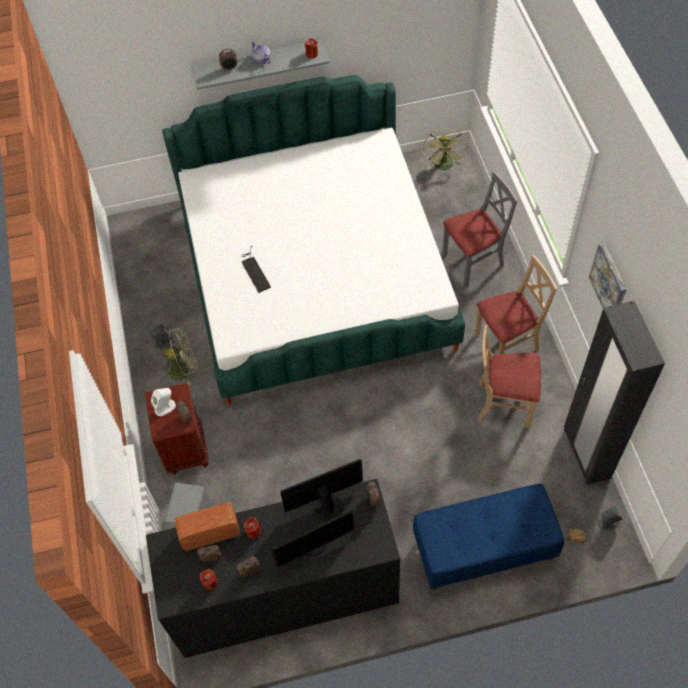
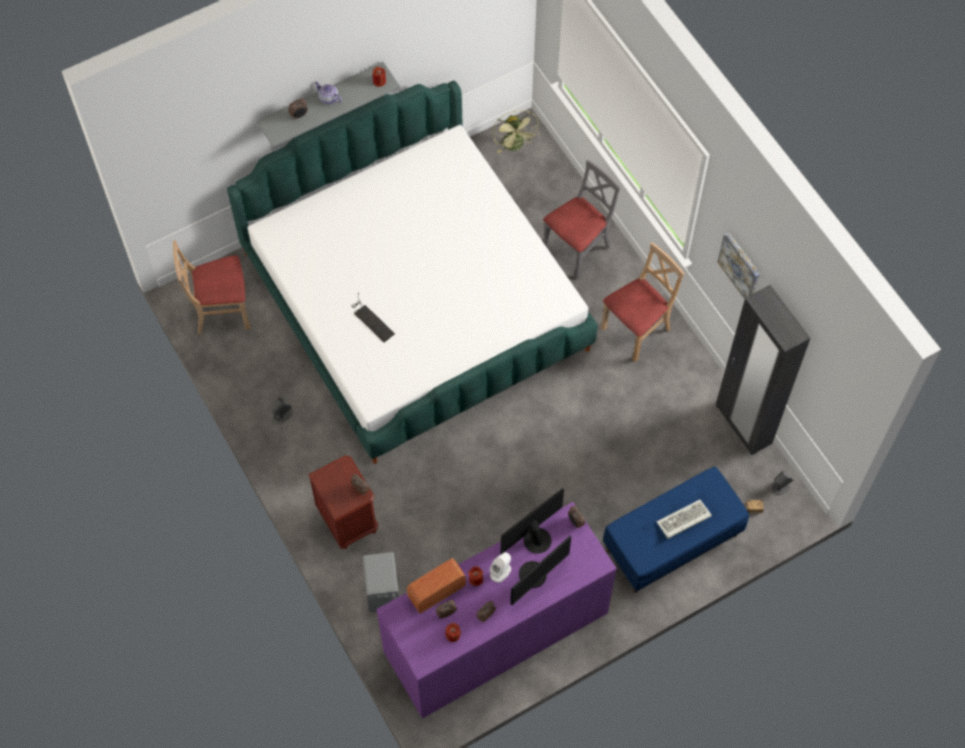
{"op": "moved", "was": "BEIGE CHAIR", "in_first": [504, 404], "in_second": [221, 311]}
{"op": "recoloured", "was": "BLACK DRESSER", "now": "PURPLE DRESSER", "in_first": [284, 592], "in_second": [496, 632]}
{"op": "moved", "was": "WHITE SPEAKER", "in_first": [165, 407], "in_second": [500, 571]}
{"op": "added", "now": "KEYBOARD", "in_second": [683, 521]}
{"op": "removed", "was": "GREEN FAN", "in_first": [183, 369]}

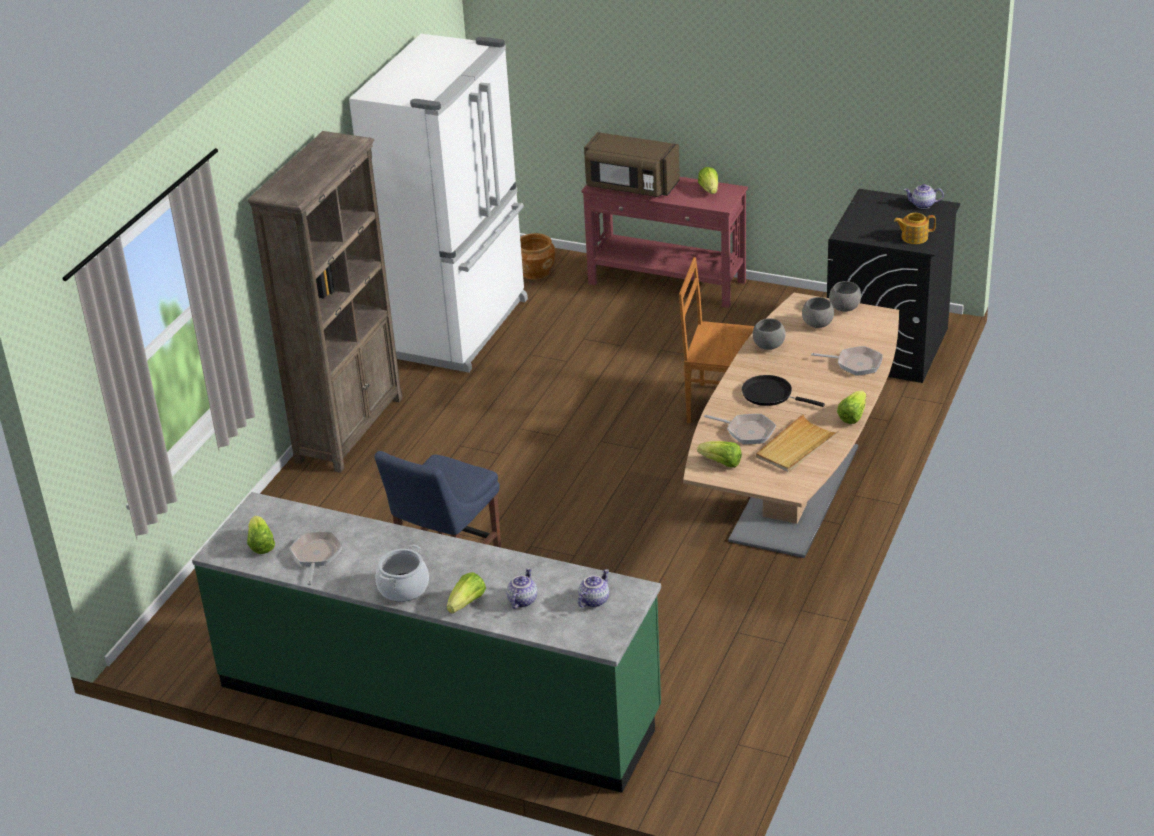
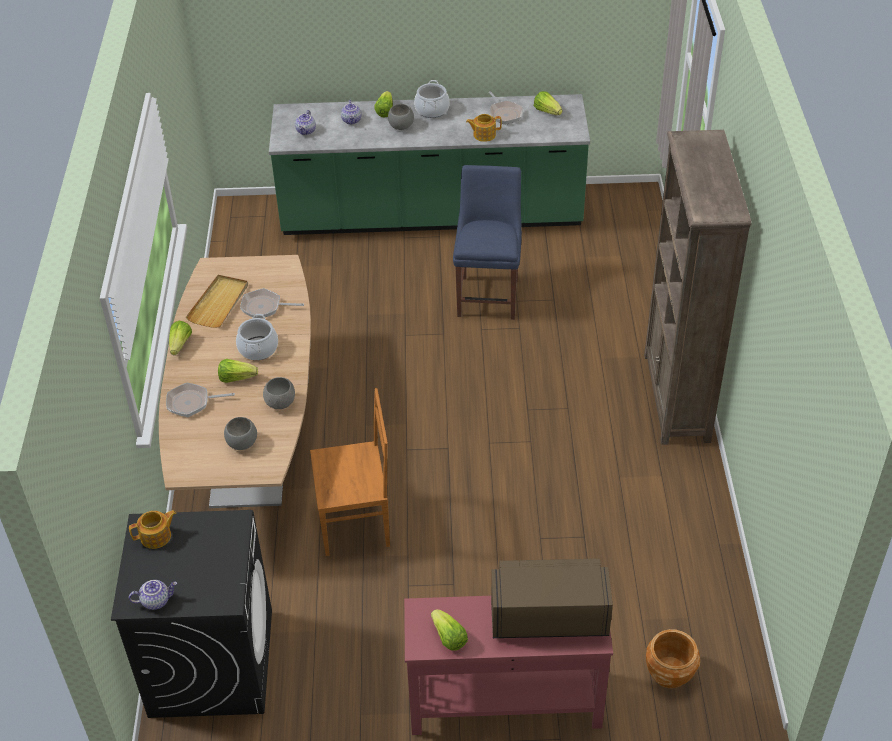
{"op": "moved", "was": "LETTUCE", "in_first": [721, 463], "in_second": [236, 378]}
{"op": "replaced", "was": "BLACK FRYING PAN", "now": "COOKING POT", "in_first": [770, 395], "in_second": [258, 348]}
{"op": "moved", "was": "GREY BOWL", "in_first": [845, 308], "in_second": [400, 126]}
{"op": "added", "now": "TEAPOT", "in_second": [483, 135]}
{"op": "removed", "was": "WHITE FRIDGE", "in_first": [460, 327]}

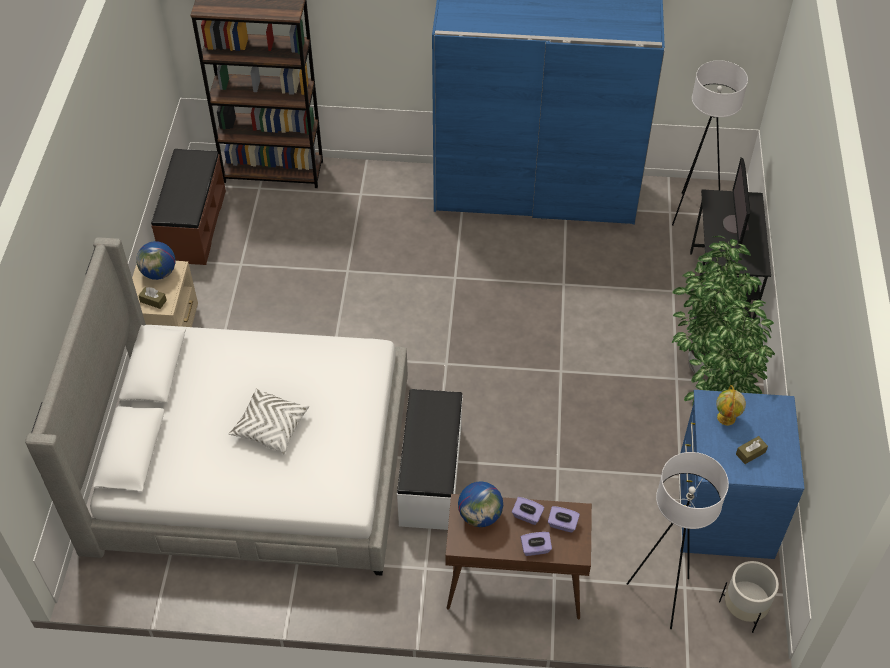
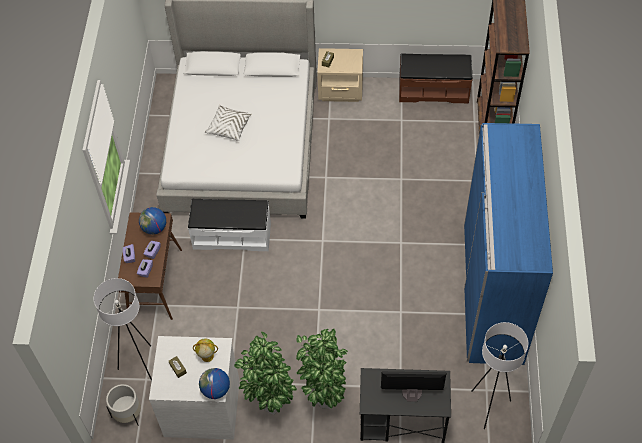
{"op": "recoloured", "was": "BLUE DRESSER", "now": "WHITE DRESSER", "in_first": [722, 510], "in_second": [202, 406]}
{"op": "moved", "was": "GLOBE", "in_first": [159, 273], "in_second": [215, 390]}

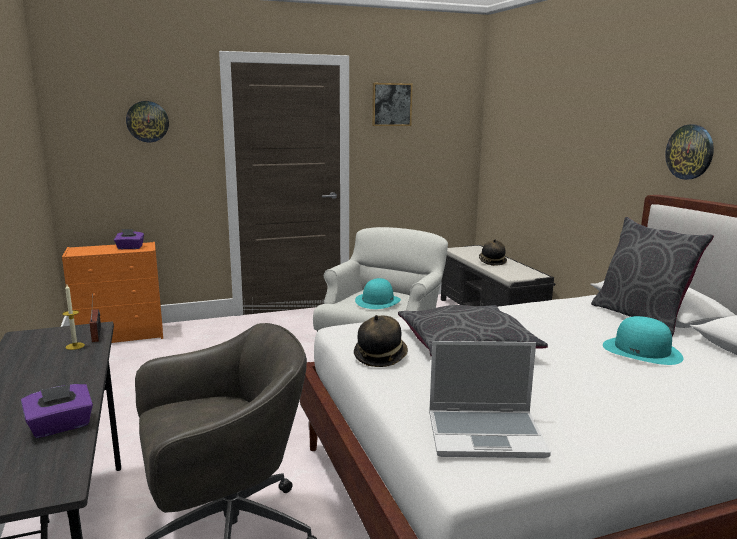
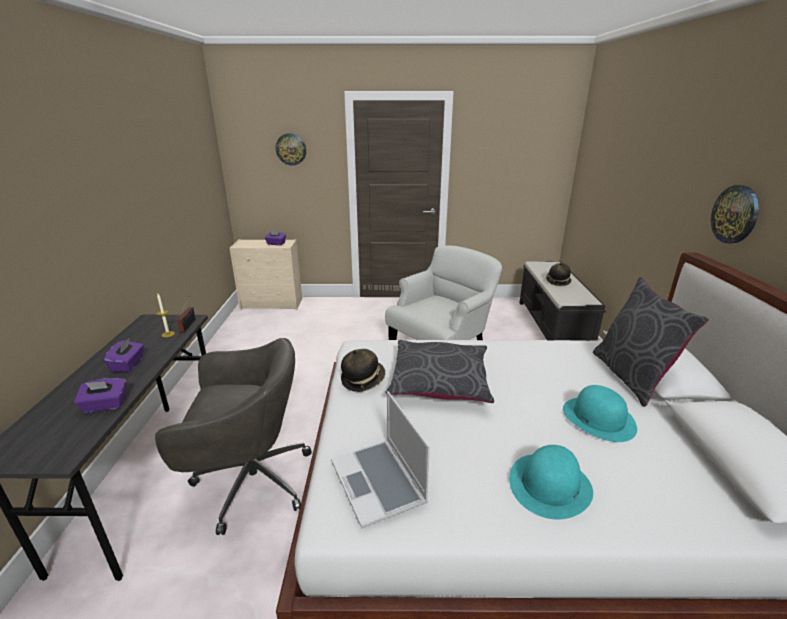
{"op": "added", "now": "PURPLE TISSUE BOX", "in_second": [128, 364]}
{"op": "recoloured", "was": "ORANGE DRESSER", "now": "BEIGE DRESSER", "in_first": [121, 336], "in_second": [272, 304]}
{"op": "turned", "was": "LAPTOP", "in_first": [486, 434], "in_second": [379, 483], "clockwise": 45}
{"op": "moved", "was": "TURQUOISE HAT", "in_first": [378, 301], "in_second": [549, 484]}
{"op": "removed", "was": "PICTURE", "in_first": [391, 104]}

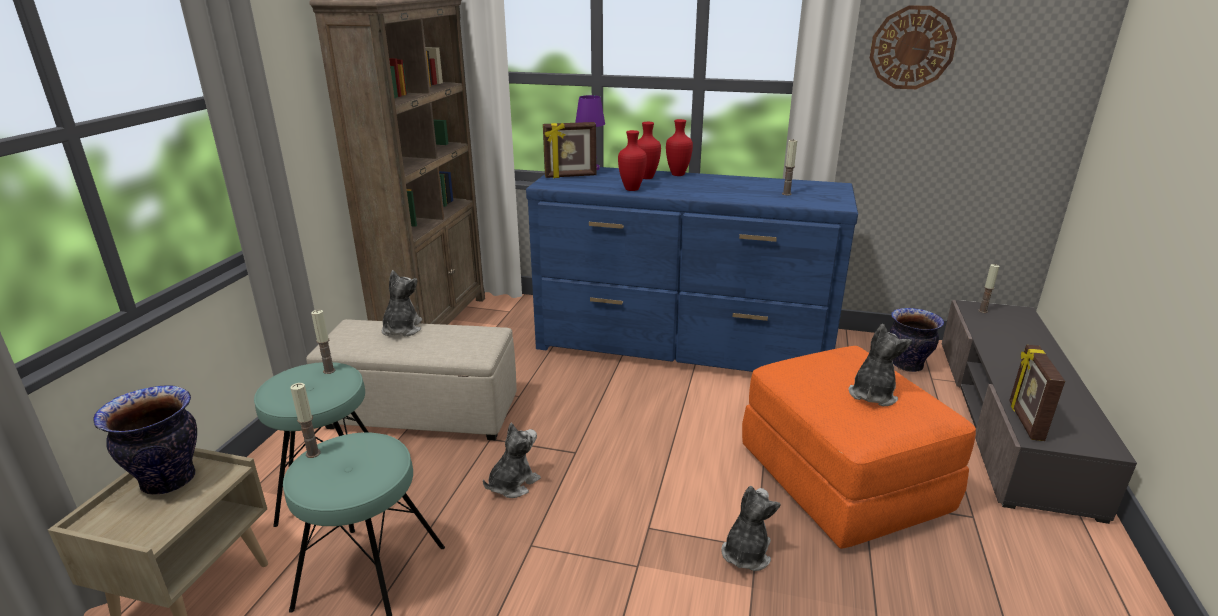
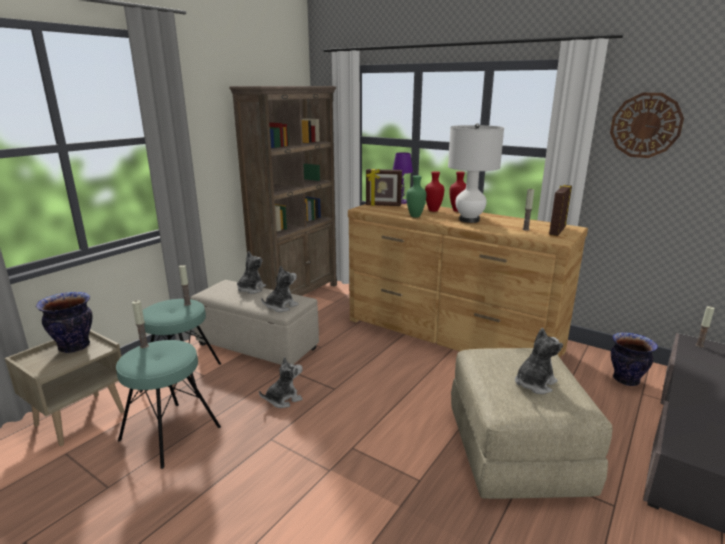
{"op": "moved", "was": "PLUSH TOY", "in_first": [746, 553], "in_second": [281, 306]}
{"op": "recoloured", "was": "BLUE DRESSER", "now": "BROWN DRESSER", "in_first": [683, 346], "in_second": [450, 335]}
{"op": "recoloured", "was": "RED VASE", "now": "GREEN VASE", "in_first": [631, 189], "in_second": [415, 216]}
{"op": "added", "now": "WHITE TABLE LAMP", "in_second": [469, 220]}
{"op": "recoloured", "was": "ORANGE OTTOMAN", "now": "BEIGE OTTOMAN", "in_first": [840, 479], "in_second": [515, 450]}
{"op": "moved", "was": "PICTURE FRAME", "in_first": [1024, 421], "in_second": [556, 231]}

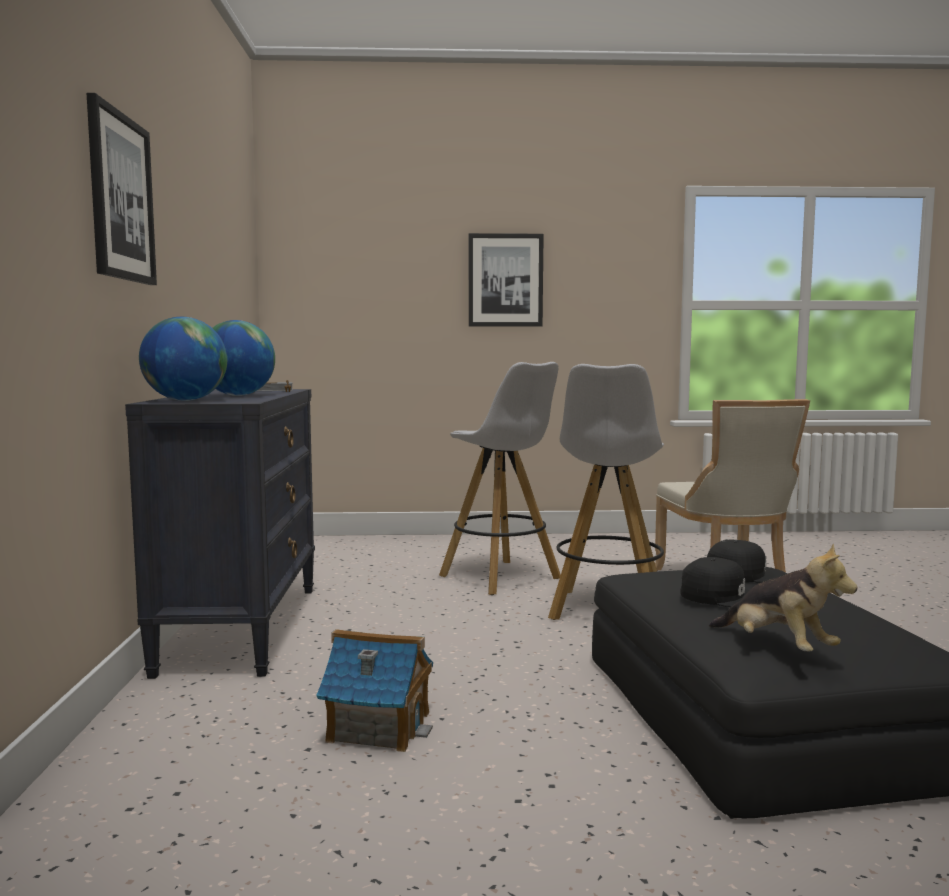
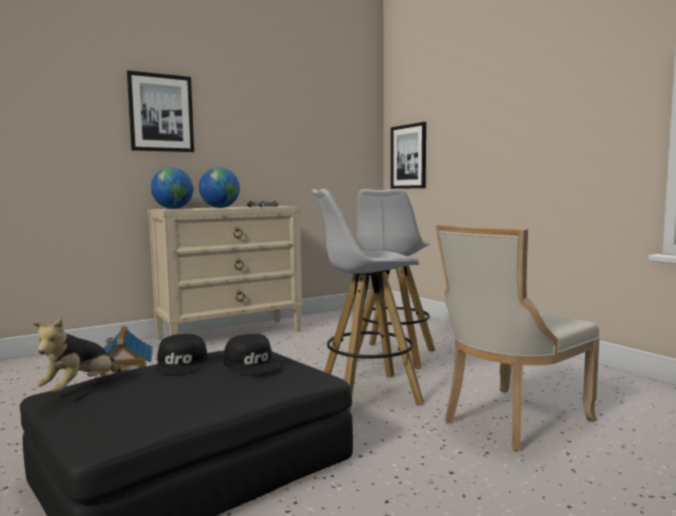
{"op": "recoloured", "was": "BLACK DRESSER", "now": "BEIGE DRESSER", "in_first": [241, 627], "in_second": [231, 334]}
{"op": "moved", "was": "PICTURE", "in_first": [505, 280], "in_second": [408, 156]}

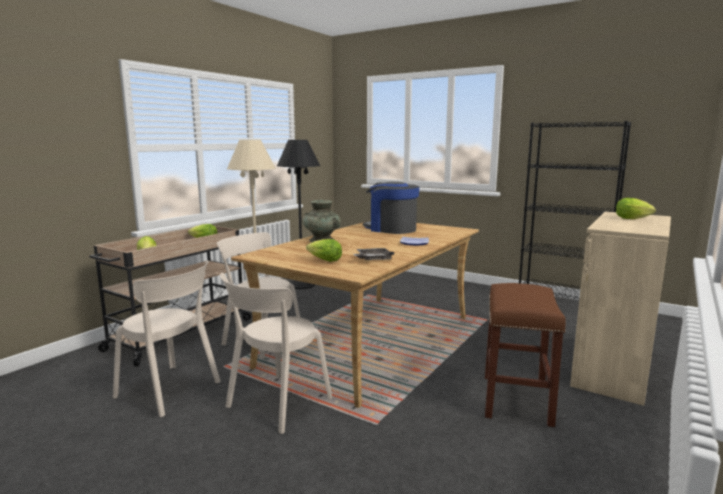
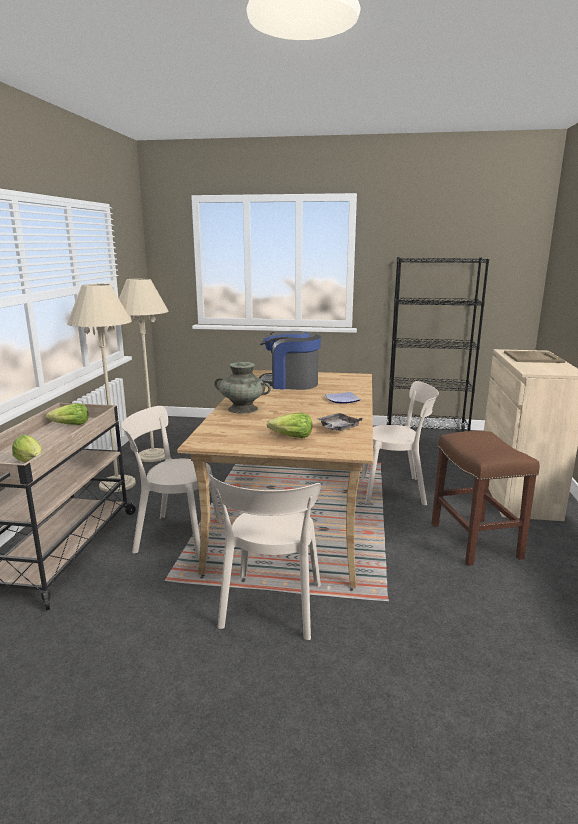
{"op": "recoloured", "was": "BLACK FLOOR LAMP", "now": "BEIGE FLOOR LAMP", "in_first": [302, 285], "in_second": [153, 455]}
{"op": "moved", "was": "BEIGE CHAIR", "in_first": [171, 391], "in_second": [396, 490]}
{"op": "replaced", "was": "LETTUCE", "now": "BEIGE TRAY", "in_first": [634, 219], "in_second": [532, 357]}

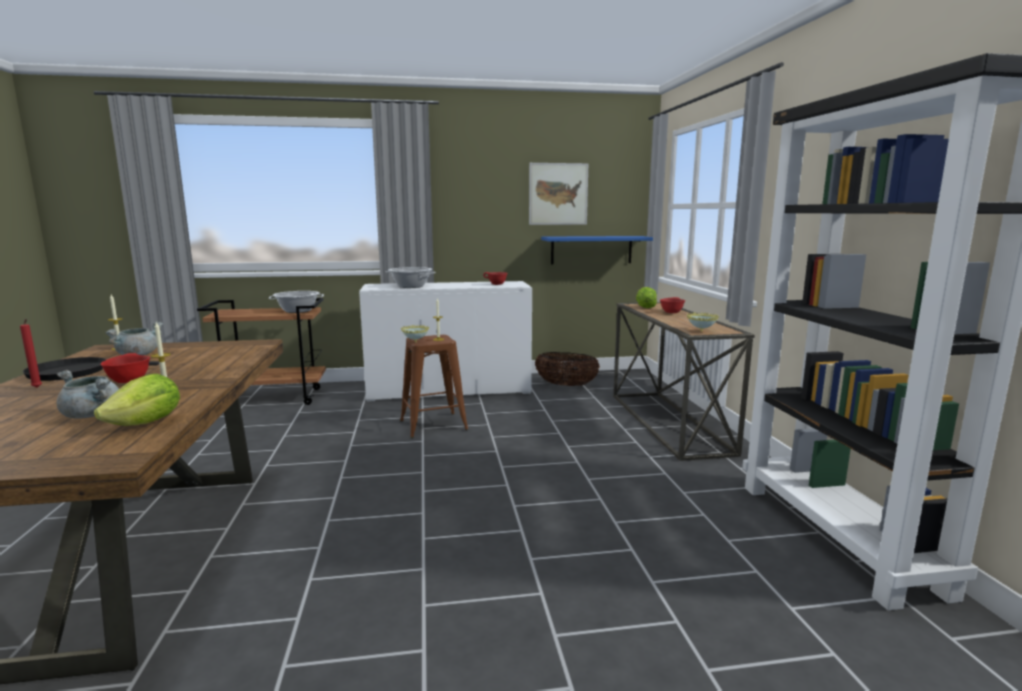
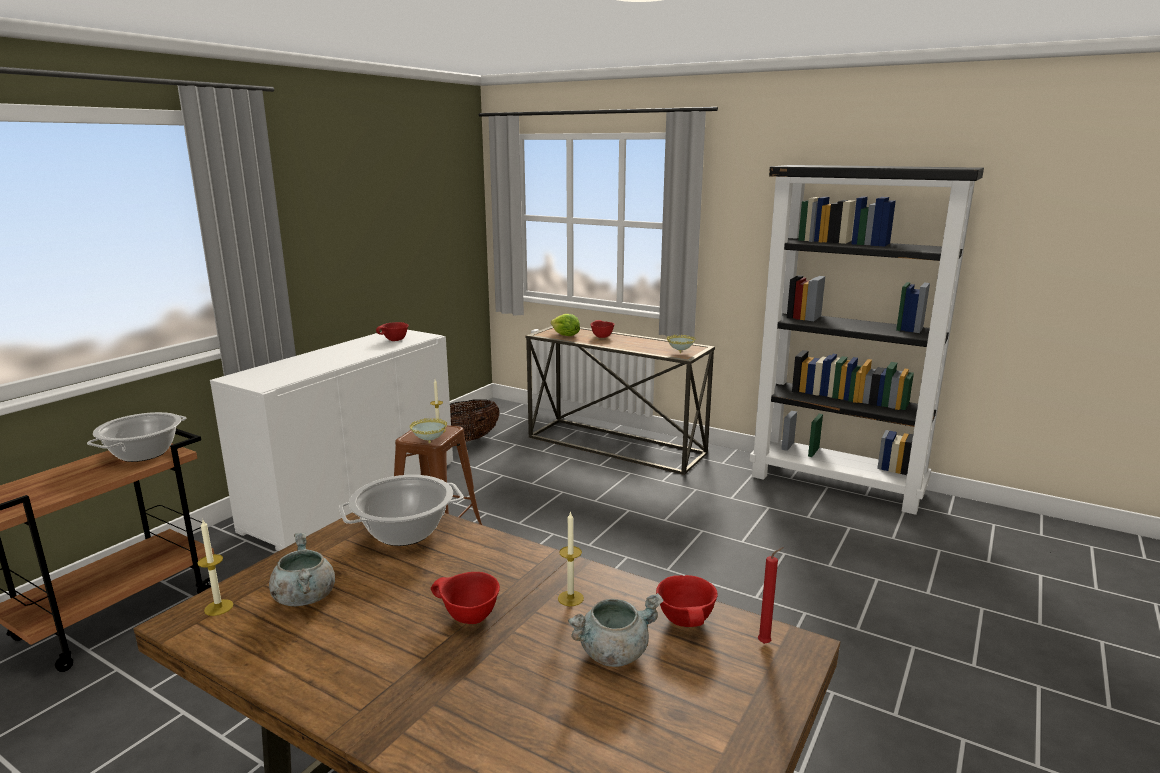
{"op": "moved", "was": "COOKING POT", "in_first": [411, 286], "in_second": [405, 532]}
{"op": "replaced", "was": "LETTUCE", "now": "RED BOWL", "in_first": [147, 423], "in_second": [687, 622]}
{"op": "moved", "was": "RED CANDLE", "in_first": [37, 388], "in_second": [766, 643]}
{"op": "removed", "was": "BLACK FRYING PAN", "in_first": [74, 373]}
{"op": "removed", "was": "PICTURE", "in_first": [558, 194]}
{"op": "removed", "was": "BLUE SHELF", "in_first": [591, 250]}

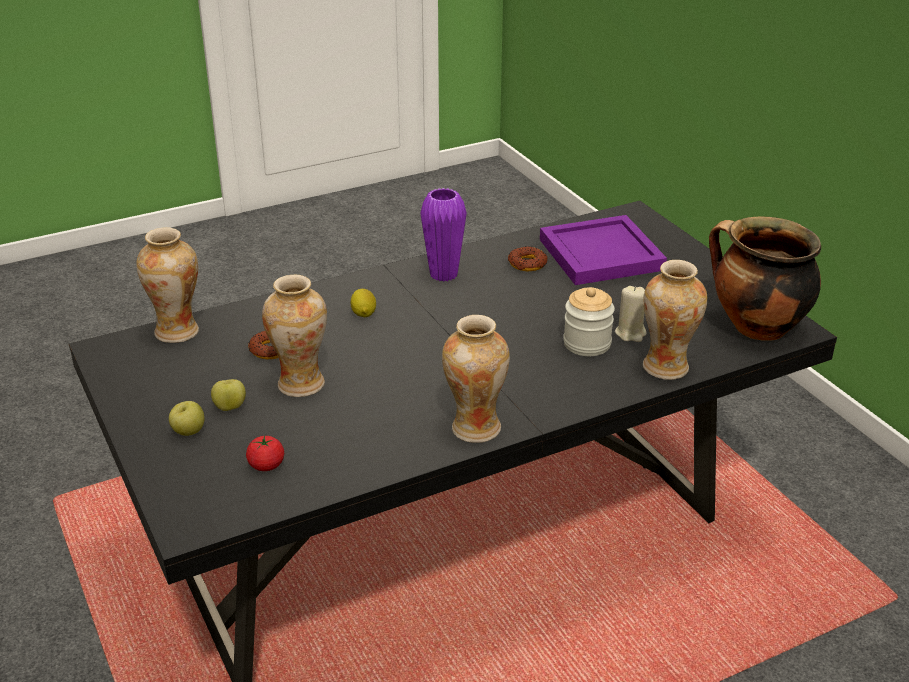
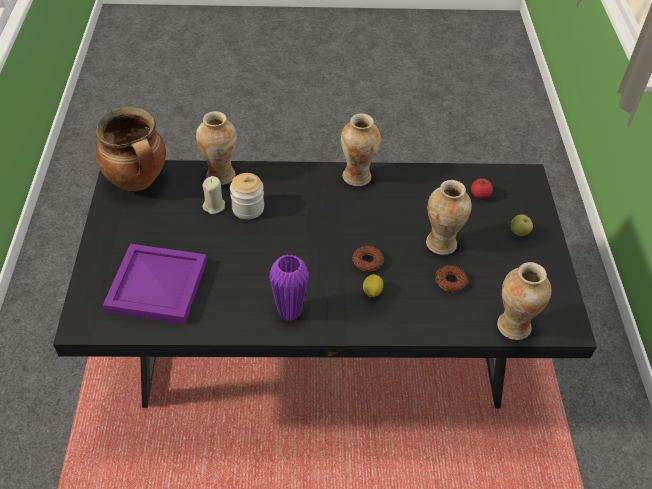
{"op": "moved", "was": "DONUT", "in_first": [527, 264], "in_second": [367, 261]}
{"op": "removed", "was": "APPLE", "in_first": [230, 407]}

